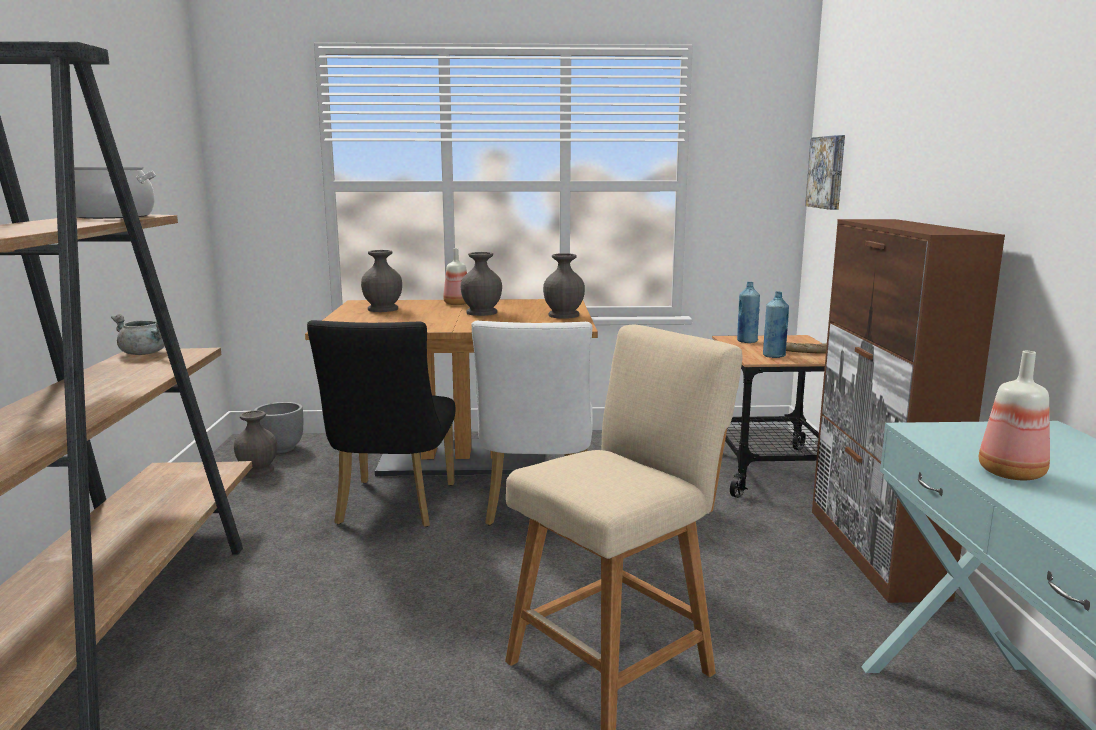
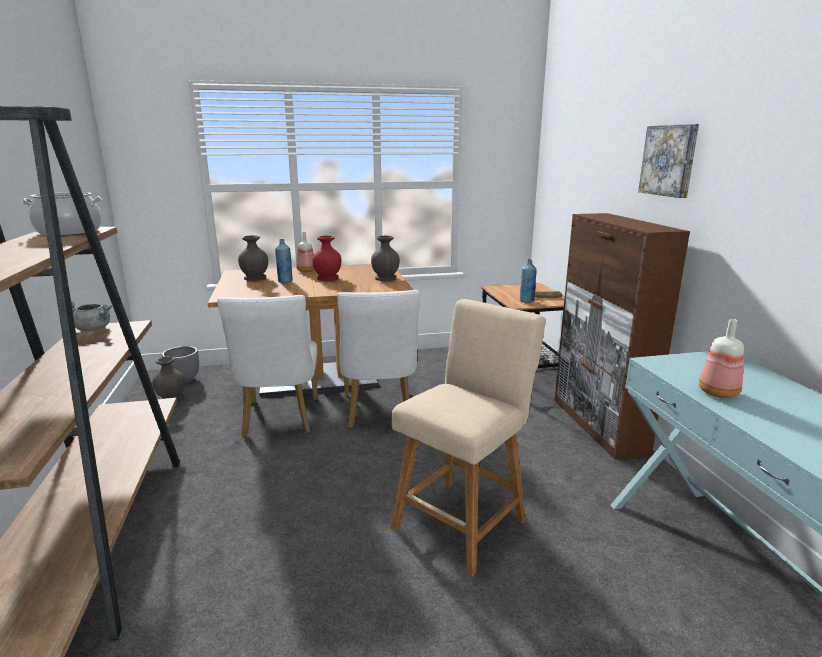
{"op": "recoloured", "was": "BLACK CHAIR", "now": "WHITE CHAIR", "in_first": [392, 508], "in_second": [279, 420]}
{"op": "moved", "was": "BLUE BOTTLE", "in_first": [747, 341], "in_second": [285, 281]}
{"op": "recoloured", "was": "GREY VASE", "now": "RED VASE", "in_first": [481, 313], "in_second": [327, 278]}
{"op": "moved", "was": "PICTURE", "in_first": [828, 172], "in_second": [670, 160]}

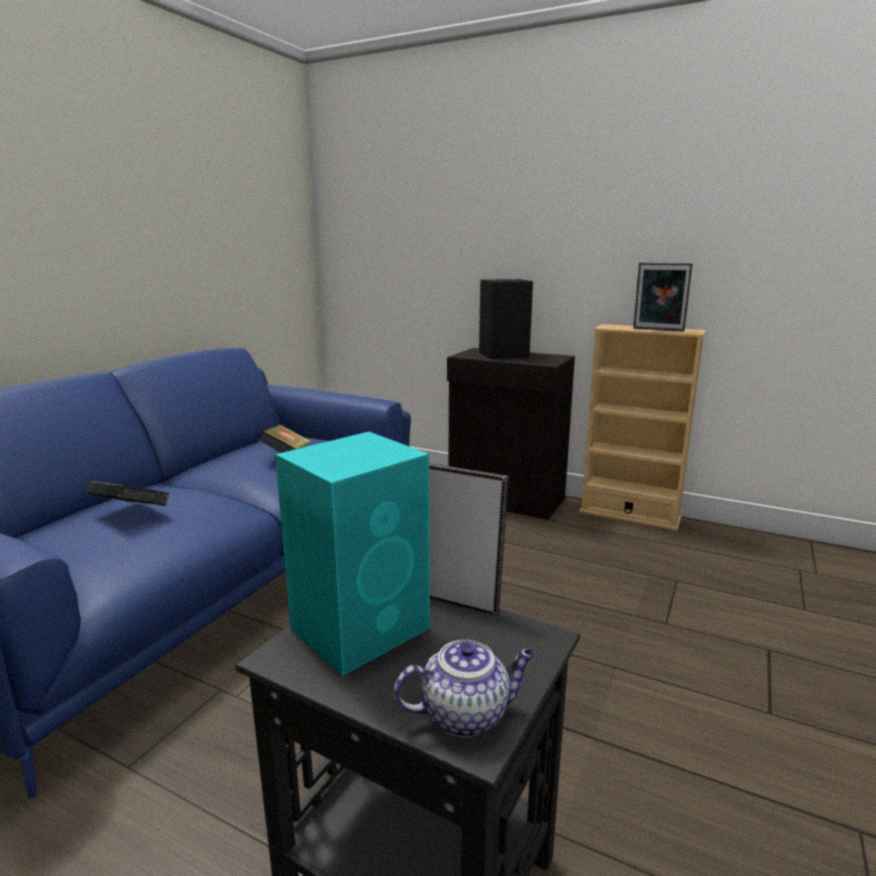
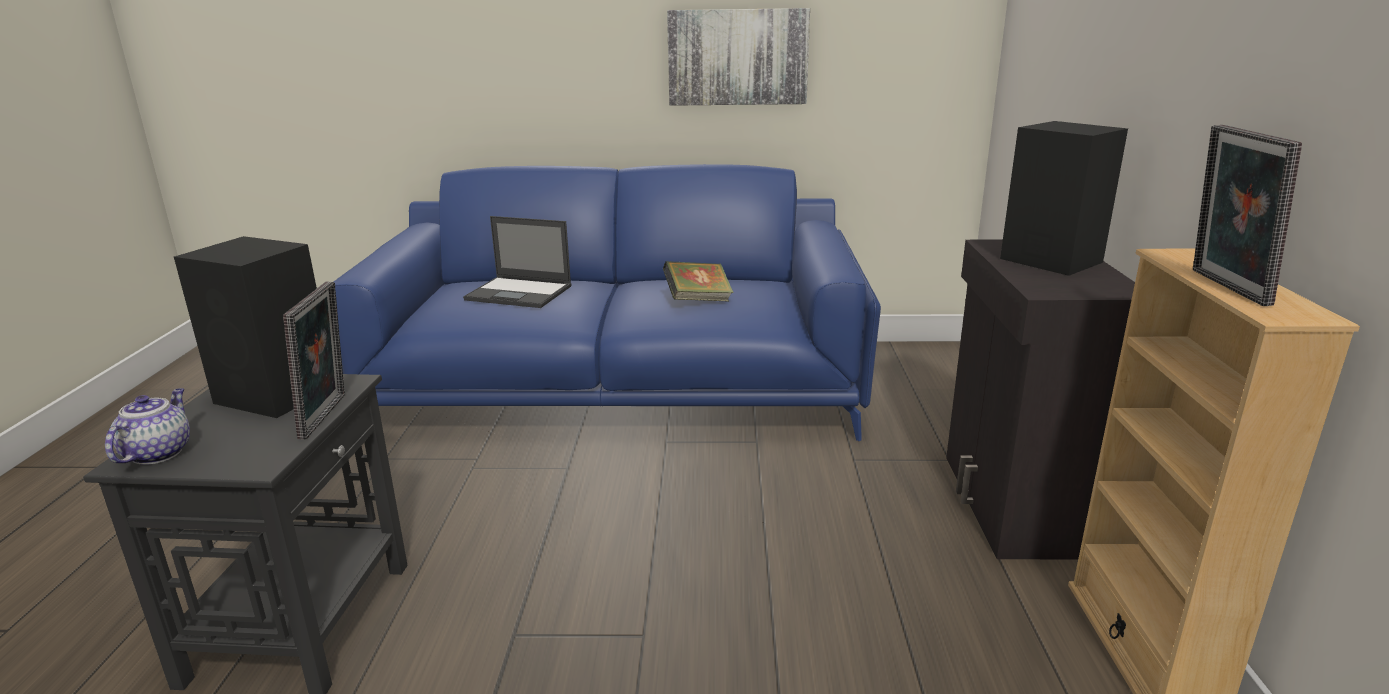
{"op": "turned", "was": "TEAPOT", "in_first": [466, 714], "in_second": [158, 453], "clockwise": -135}
{"op": "recoloured", "was": "TURQUOISE SPEAKER", "now": "BLACK SPEAKER", "in_first": [363, 627], "in_second": [278, 395]}
{"op": "replaced", "was": "BOOK", "now": "LAPTOP", "in_first": [132, 514], "in_second": [520, 293]}
{"op": "added", "now": "PICTURE", "in_second": [737, 57]}

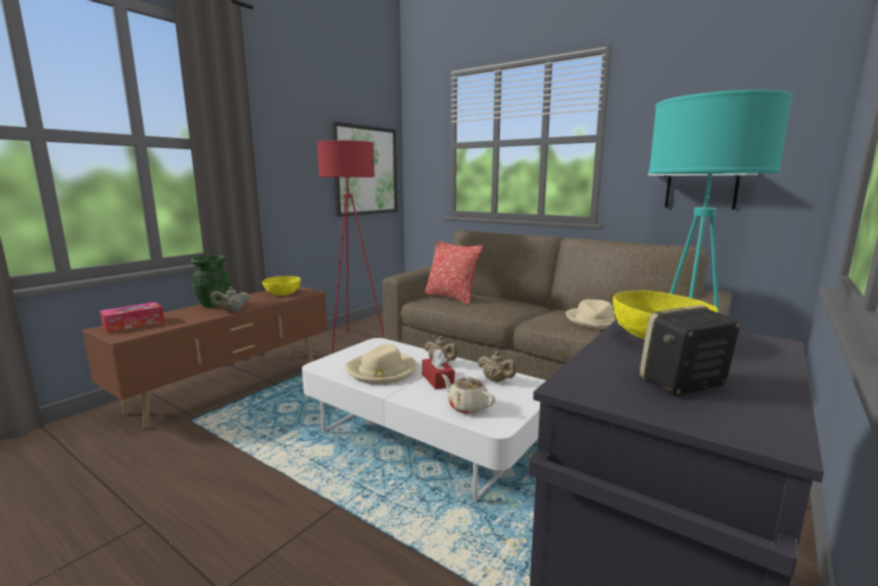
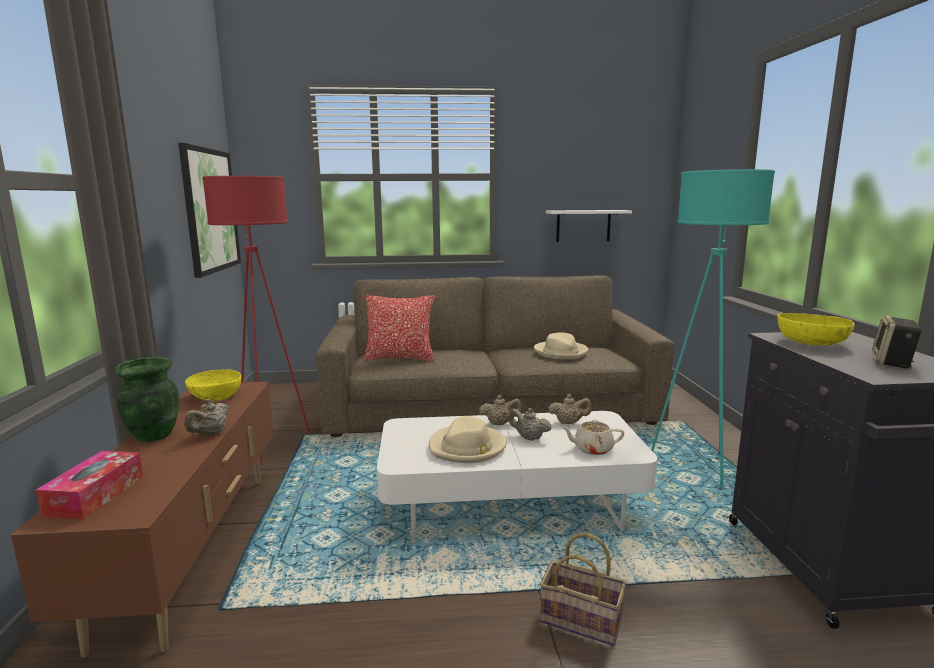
{"op": "replaced", "was": "RED TISSUE BOX", "now": "BEIGE TEAPOT", "in_first": [437, 380], "in_second": [529, 438]}
{"op": "added", "now": "BASKET", "in_second": [583, 620]}

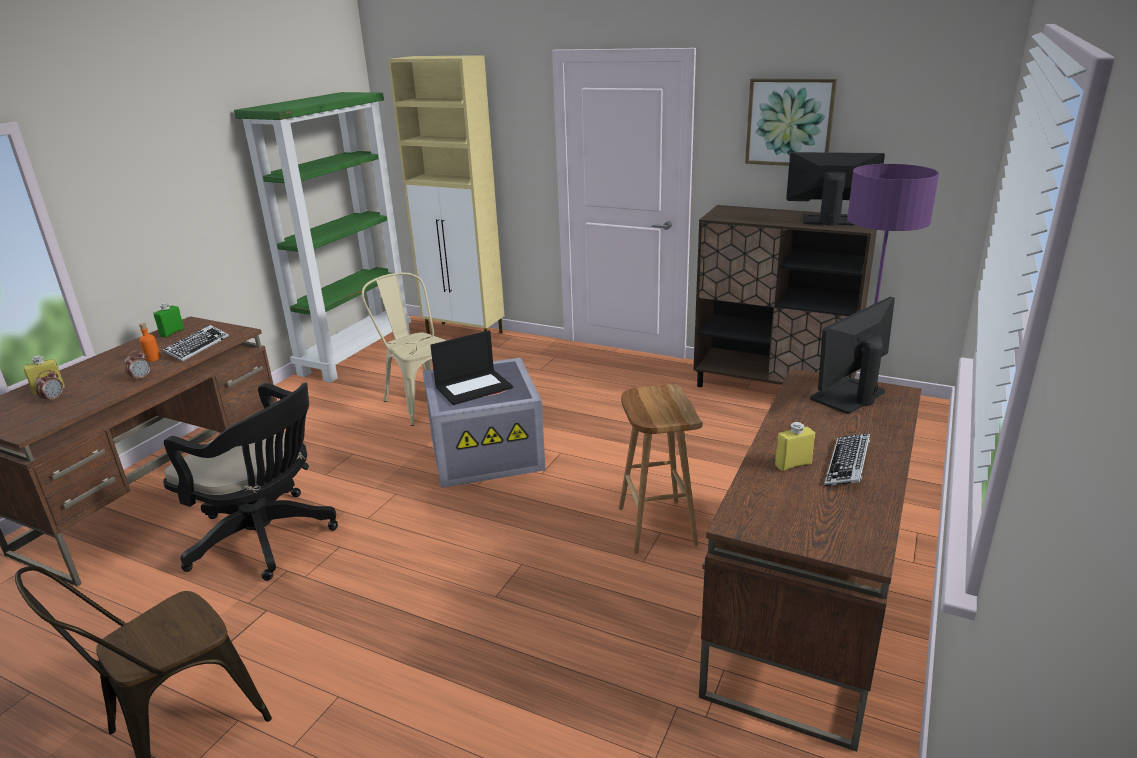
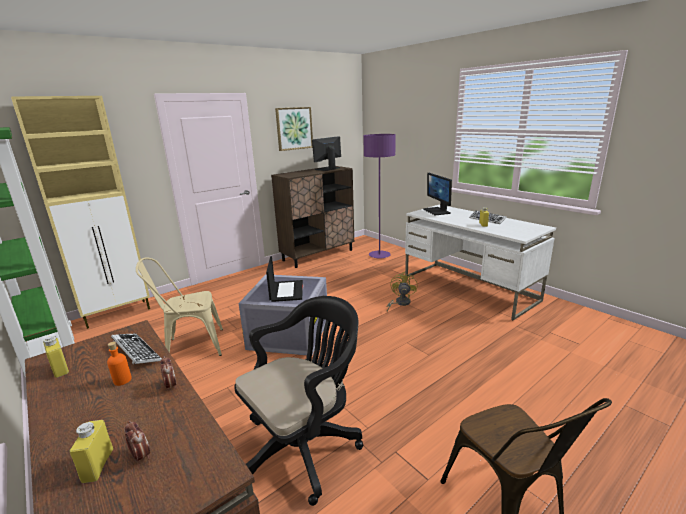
{"op": "recoloured", "was": "GREEN BOTTLE", "now": "YELLOW BOTTLE", "in_first": [172, 332], "in_second": [60, 369]}
{"op": "replaced", "was": "BROWN STOOL", "now": "YELLOW FAN", "in_first": [655, 525], "in_second": [400, 303]}
{"op": "recoloured", "was": "BROWN DESK", "now": "WHITE DESK", "in_first": [808, 605], "in_second": [469, 288]}

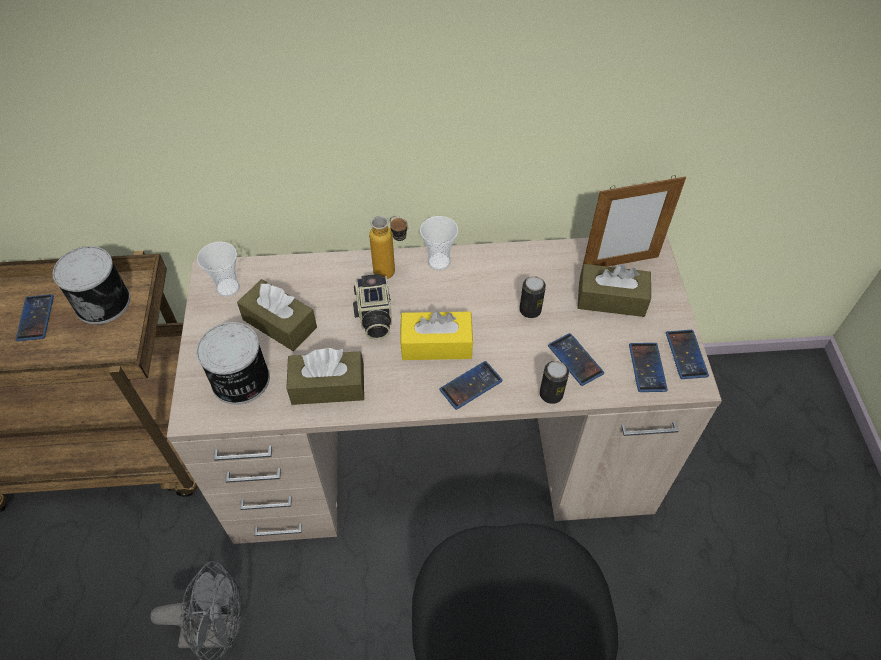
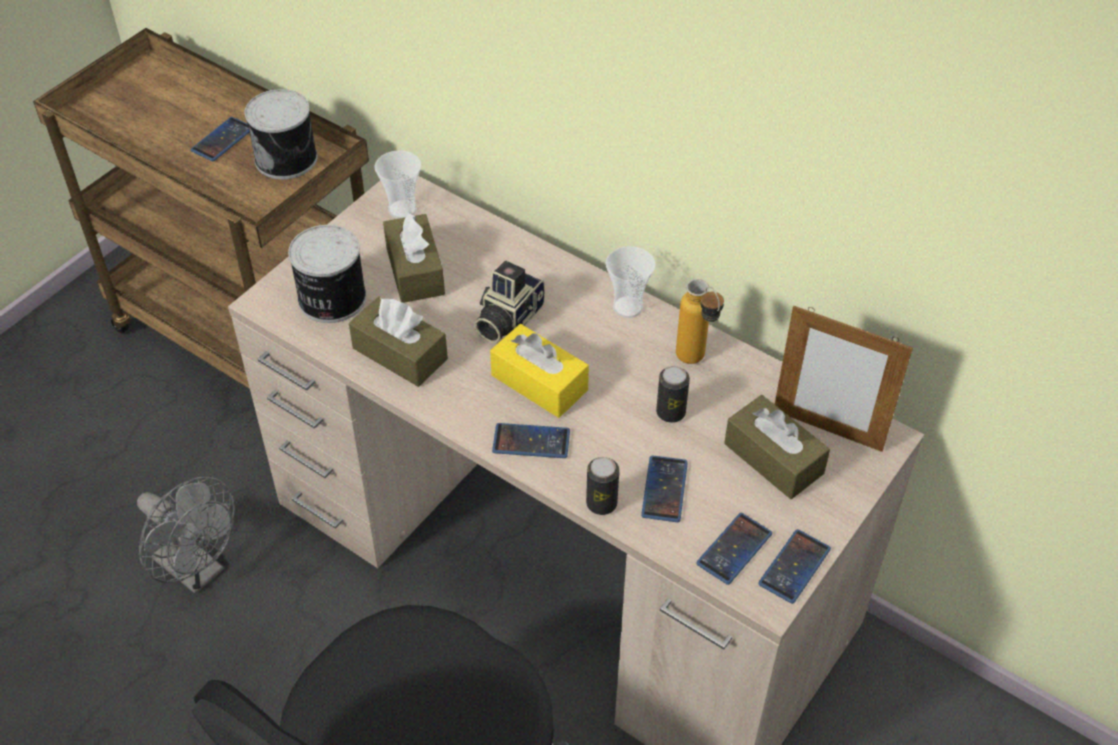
{"op": "moved", "was": "BOTTLE", "in_first": [392, 275], "in_second": [696, 362]}

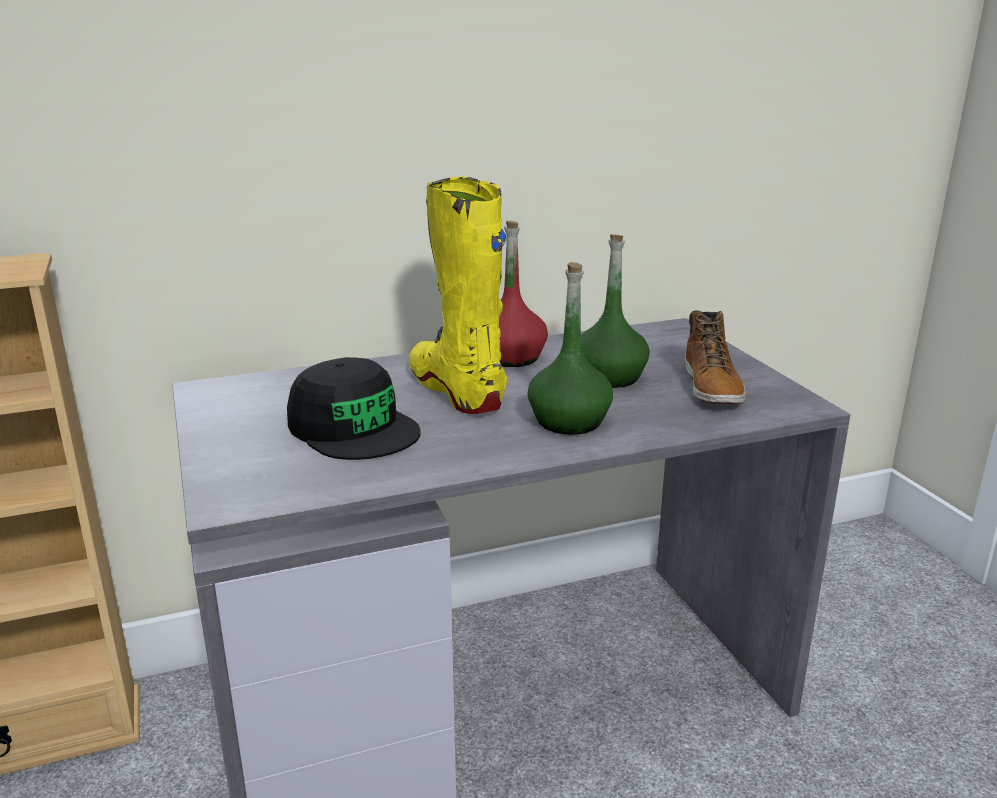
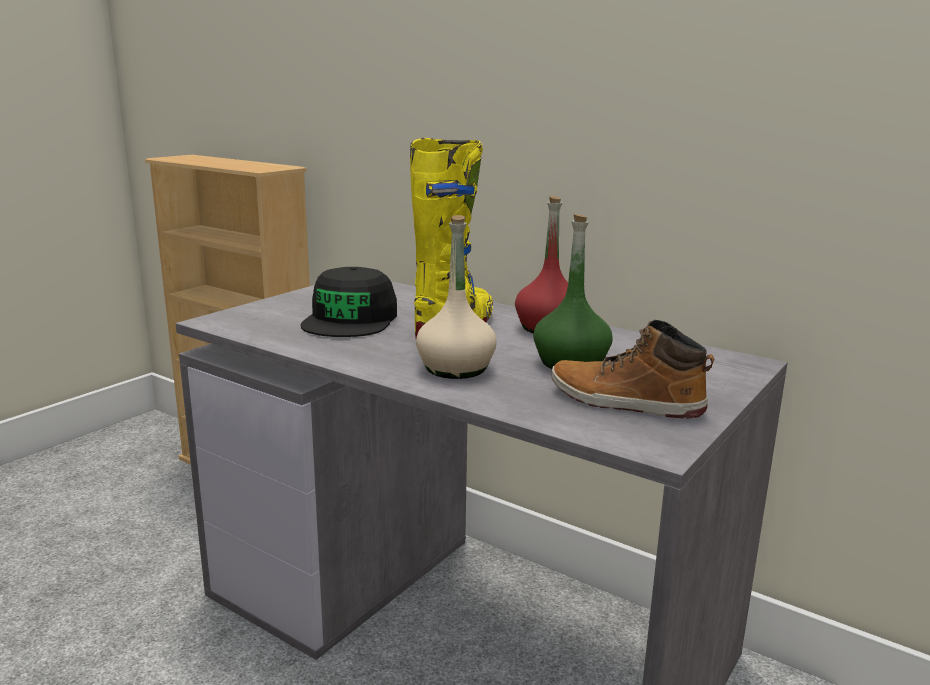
{"op": "recoloured", "was": "GREEN BOTTLE", "now": "BEIGE BOTTLE", "in_first": [569, 421], "in_second": [456, 368]}
{"op": "turned", "was": "BOOT", "in_first": [712, 387], "in_second": [625, 402], "clockwise": 60}

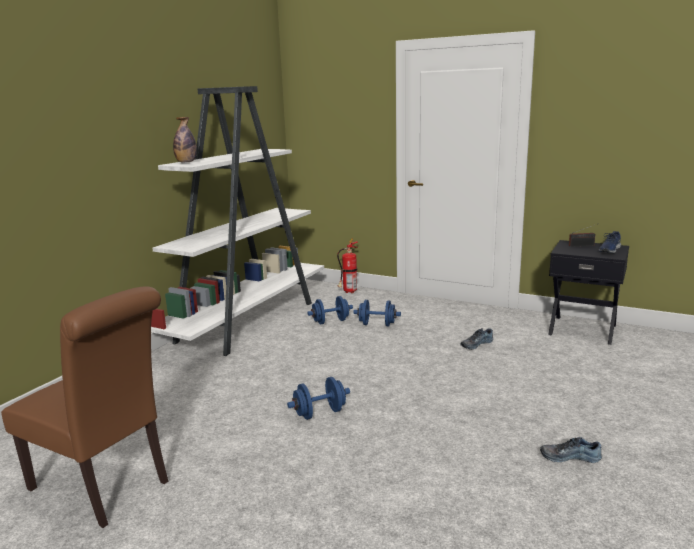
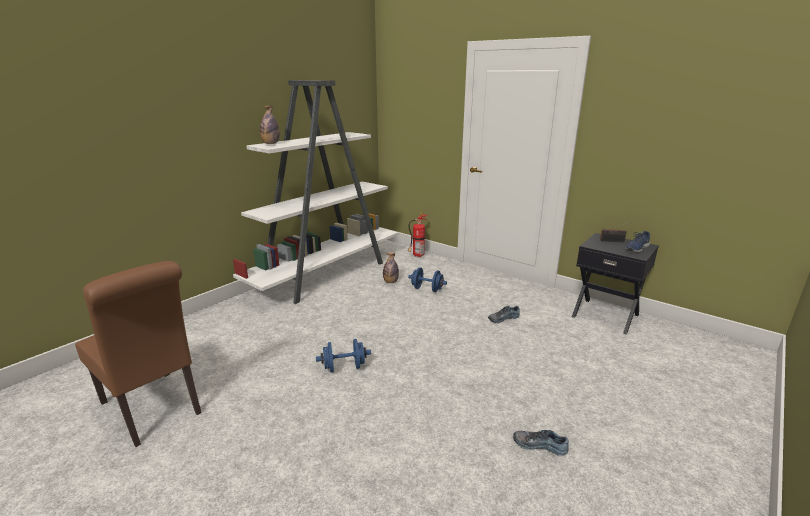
{"op": "replaced", "was": "BLUE DUMBBELL", "now": "BOTTLE", "in_first": [330, 321], "in_second": [390, 282]}

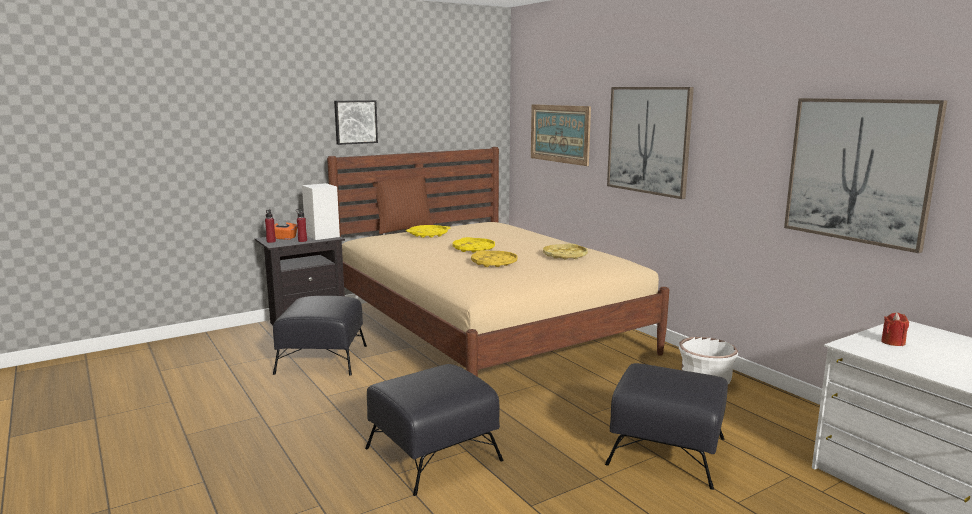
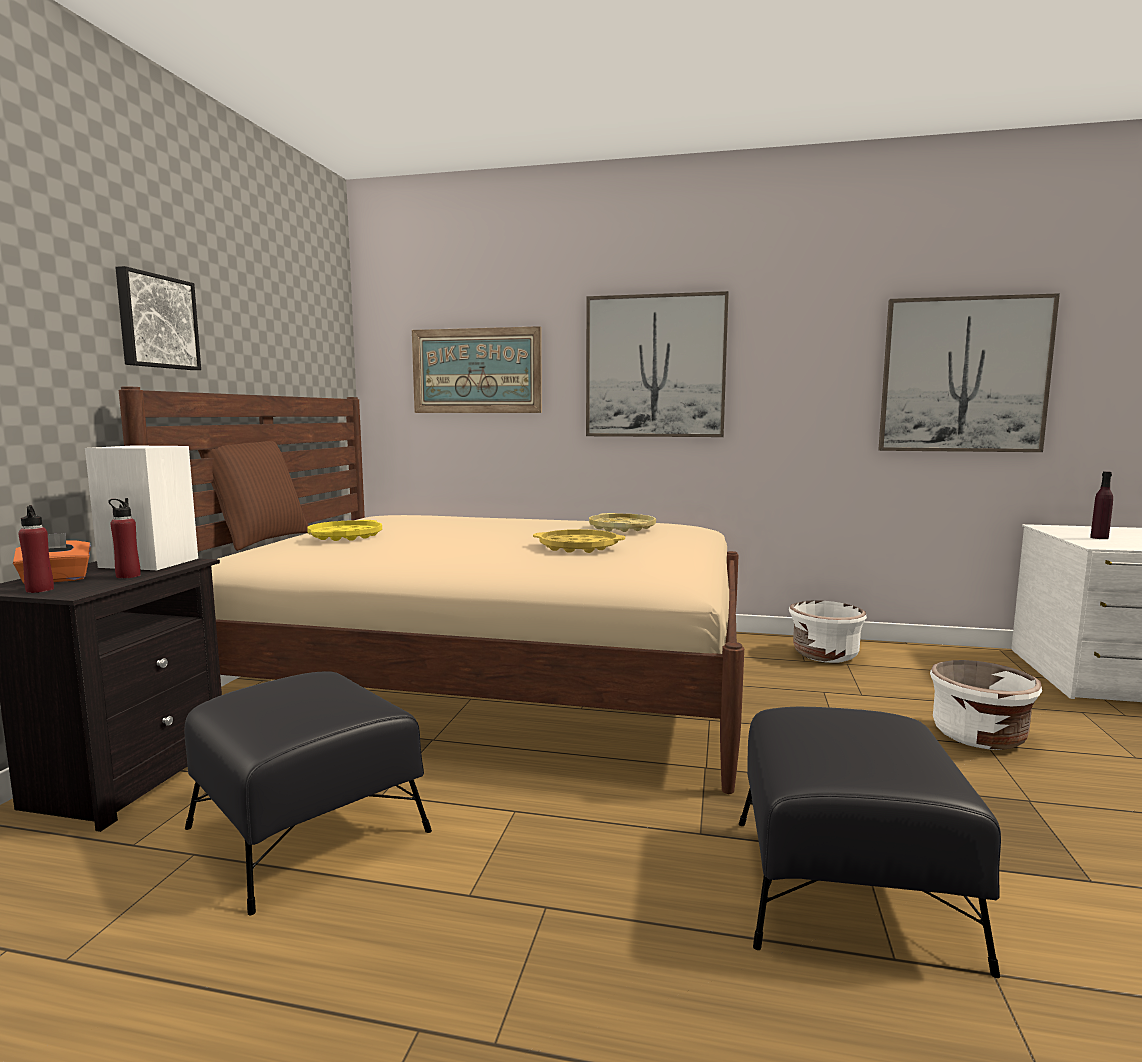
{"op": "replaced", "was": "BLACK OTTOMAN", "now": "WHITE PLANTER", "in_first": [665, 450], "in_second": [978, 736]}
{"op": "replaced", "was": "RED CANDLE", "now": "PURPLE BOTTLE", "in_first": [893, 342], "in_second": [1099, 538]}
{"op": "removed", "was": "YELLOW TRAY", "in_first": [473, 249]}

